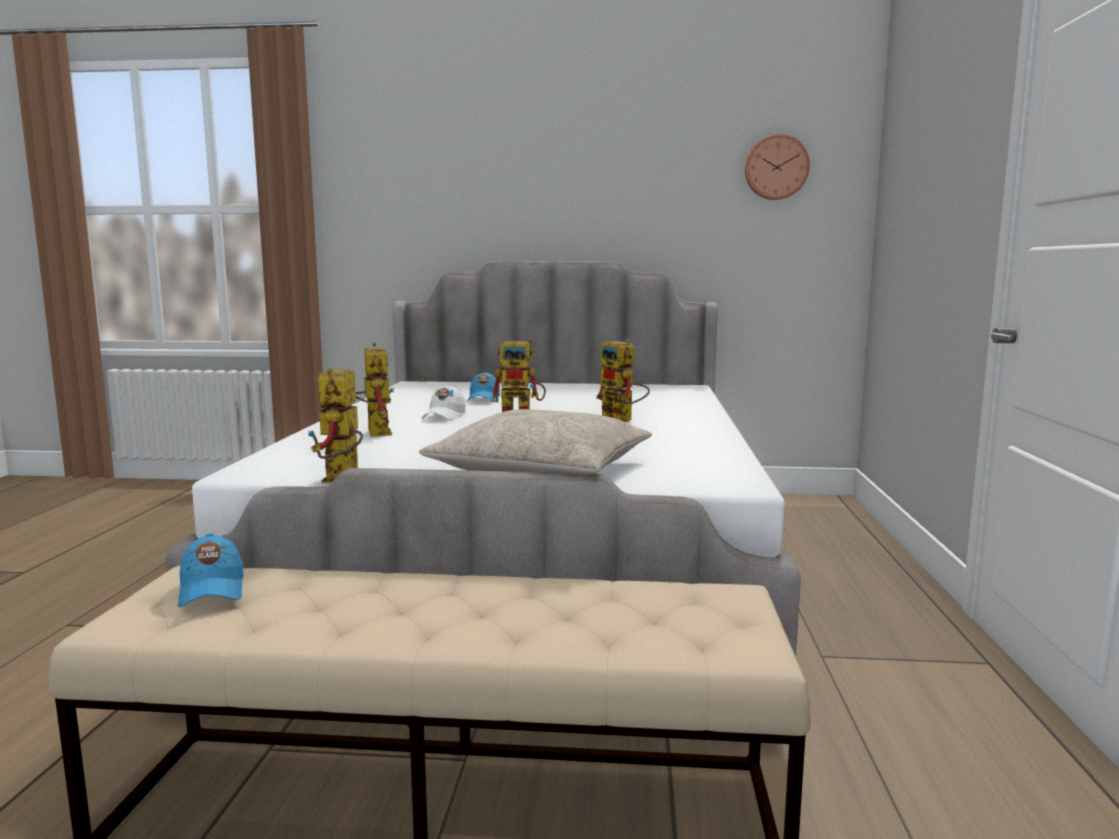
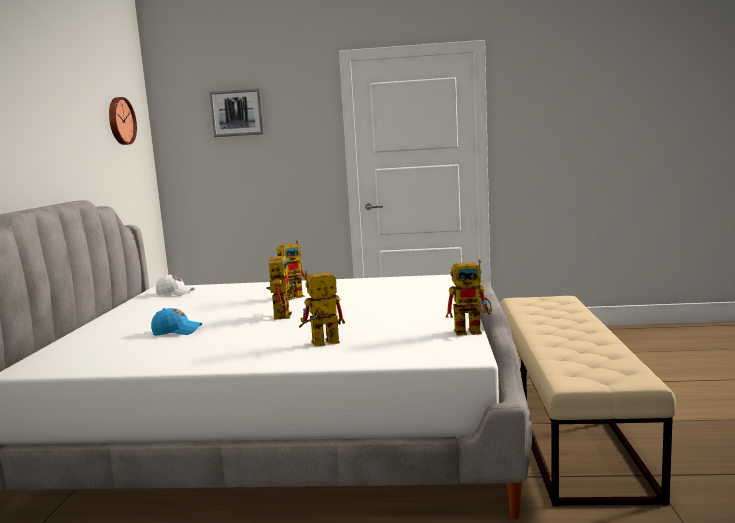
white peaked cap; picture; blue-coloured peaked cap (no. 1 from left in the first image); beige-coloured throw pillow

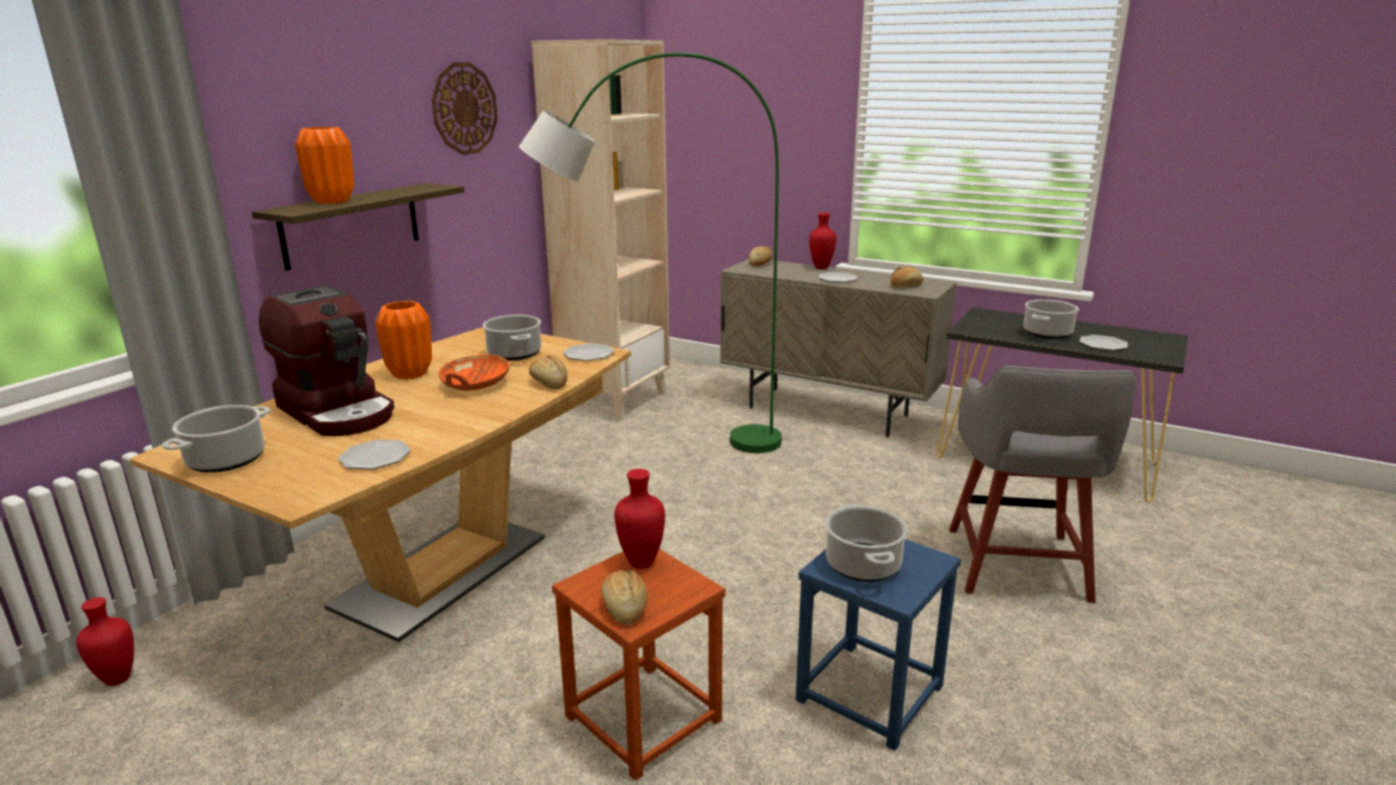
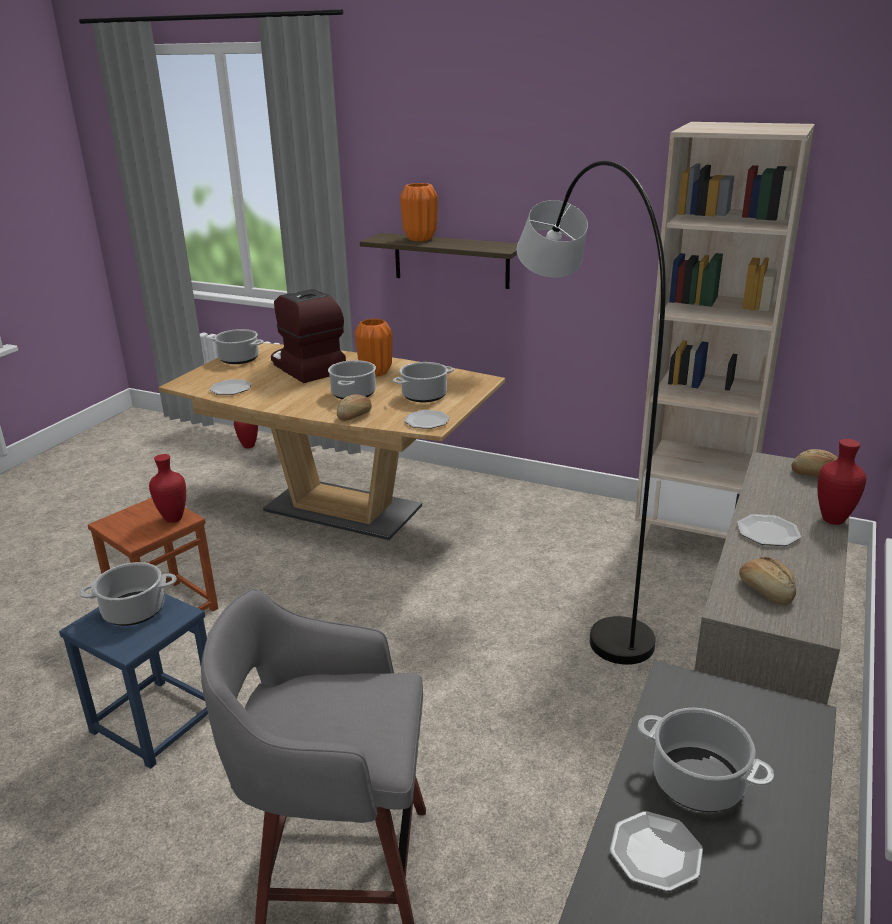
coffee maker; cooking pot (no. 3 from left); gray standard lamp; wall clock; baked bread (no. 2 from left in the first image)

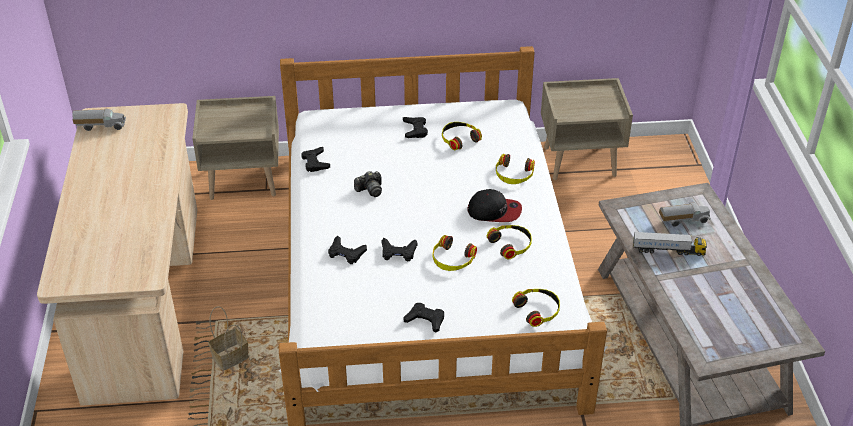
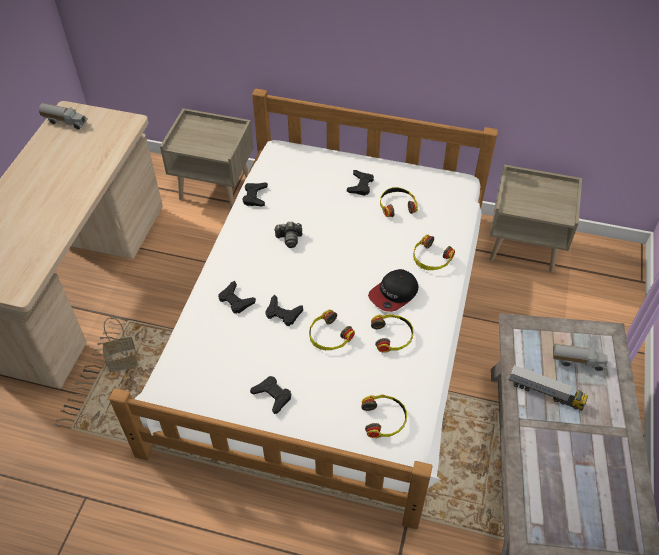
peaked cap

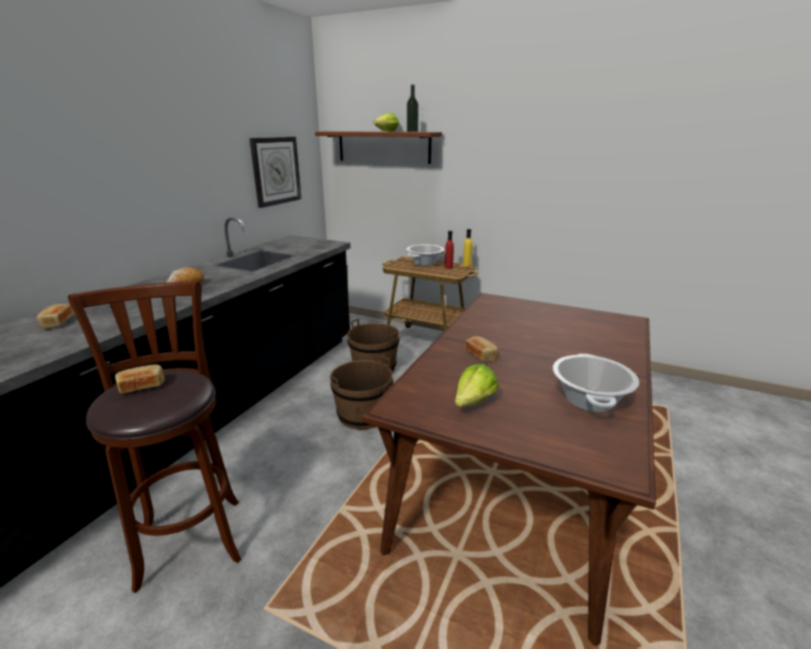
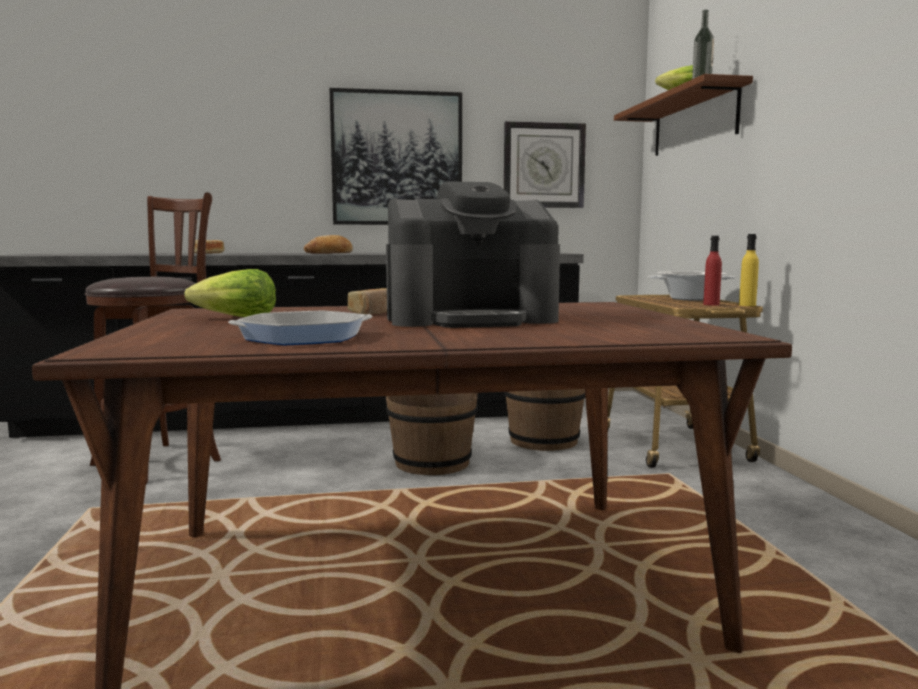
frying pan; picture; coffee maker; baked bread (no. 2 from left in the first image)

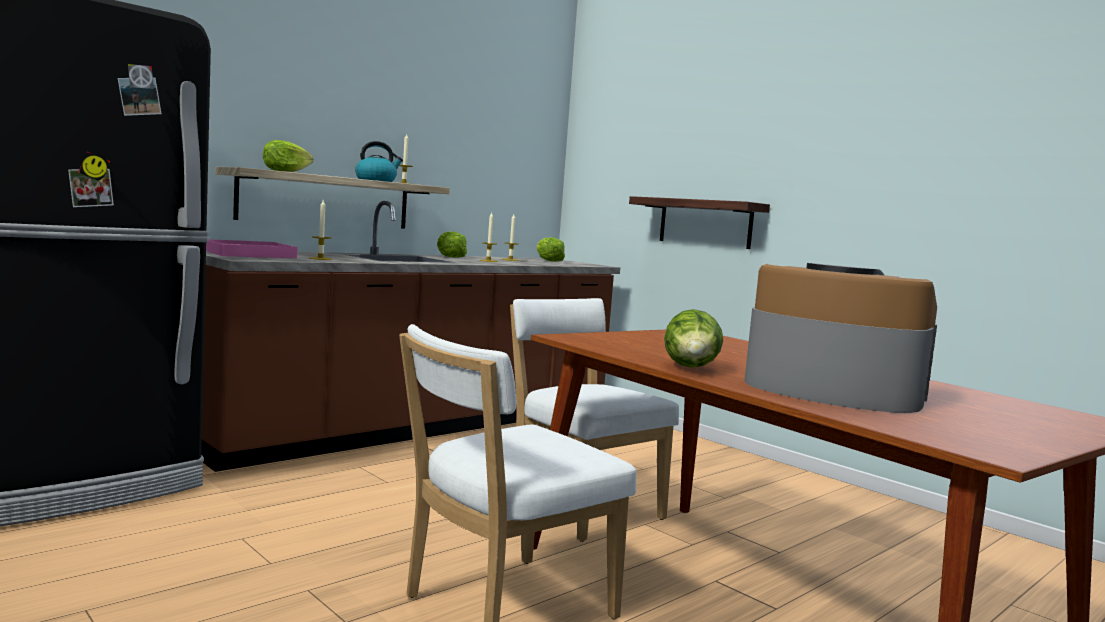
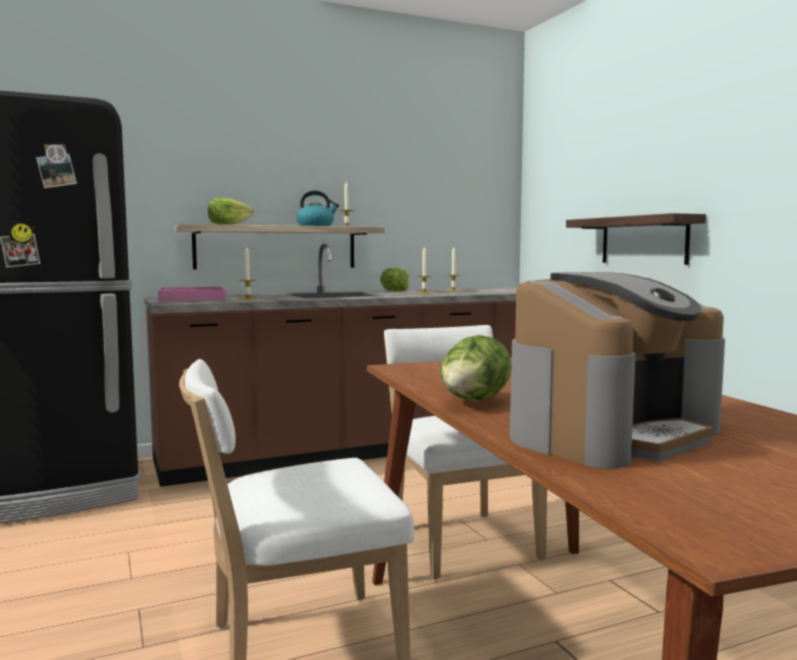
coffee maker; lettuce head (no. 3 from left in the first image)

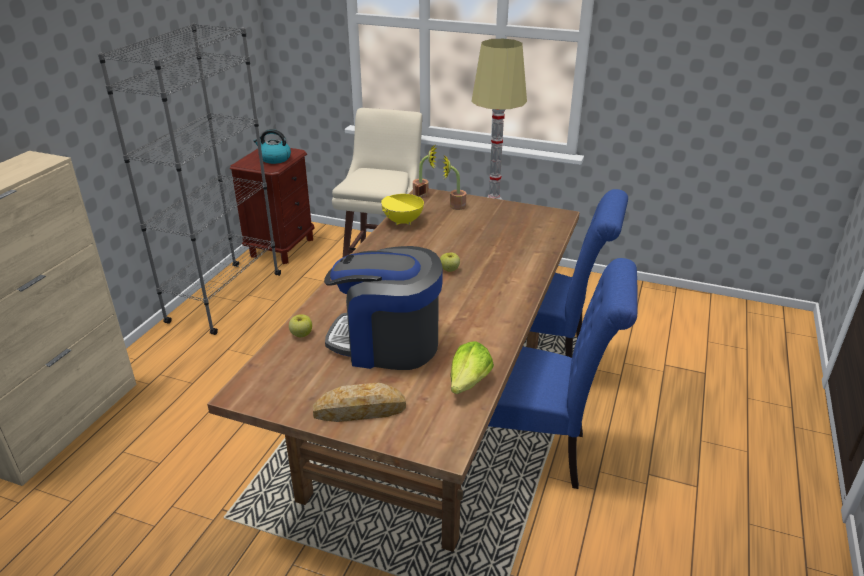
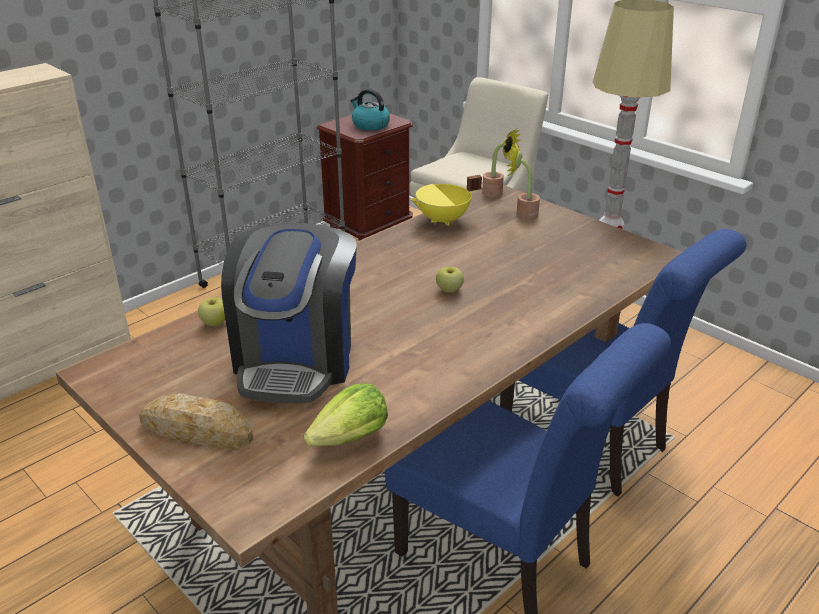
coffee maker

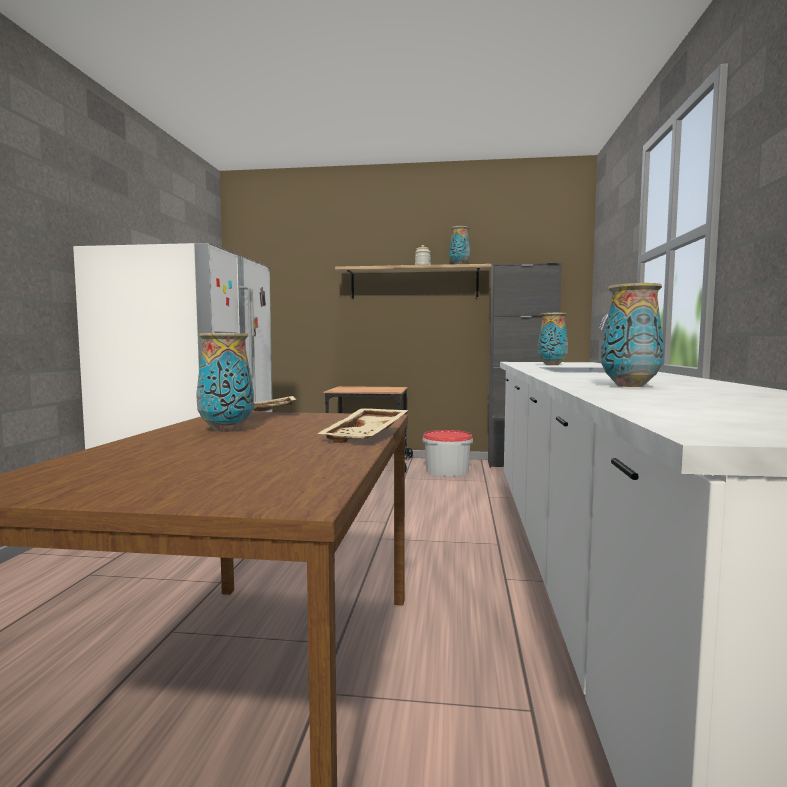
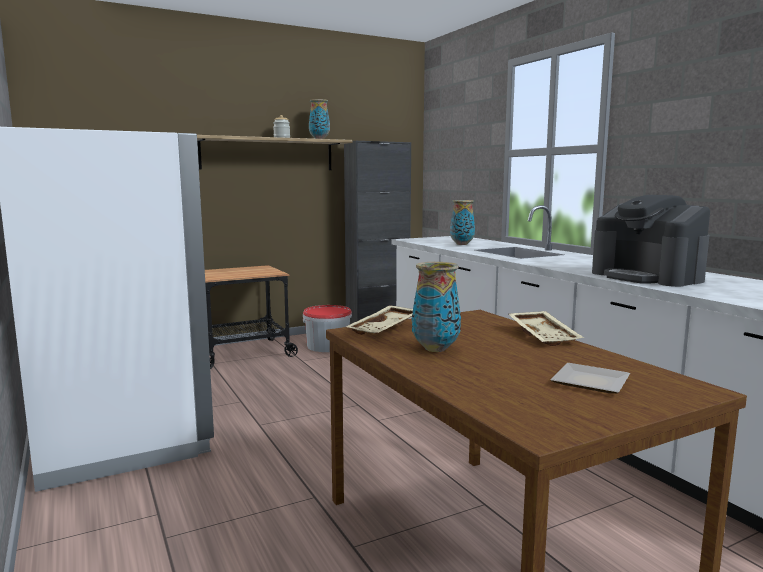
plate; coffee maker

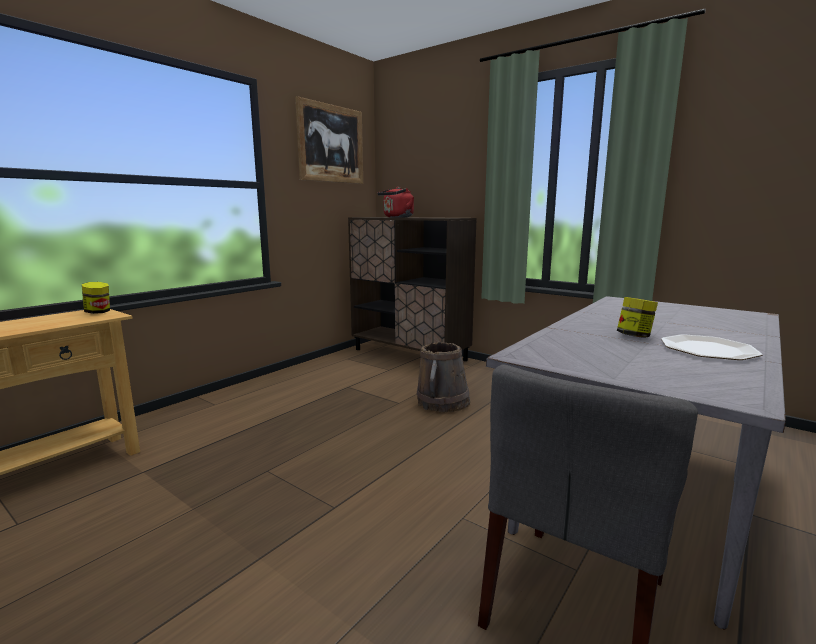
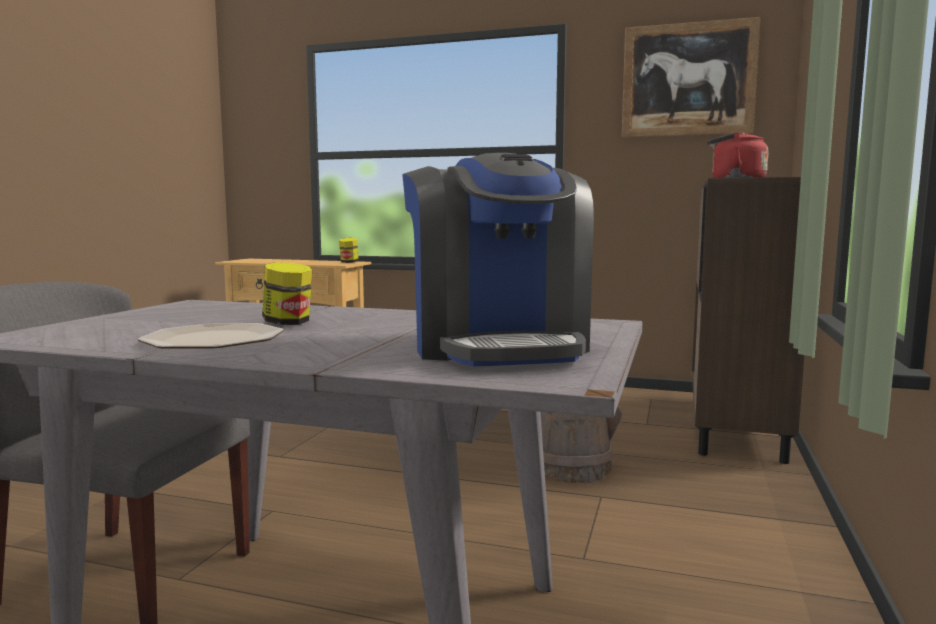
coffee maker

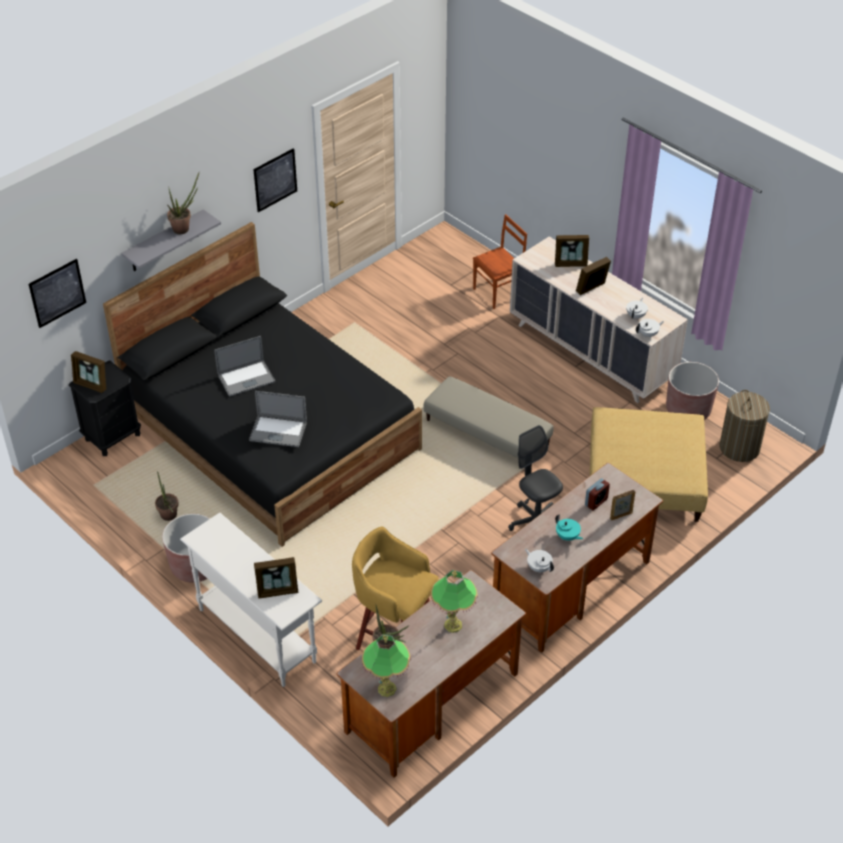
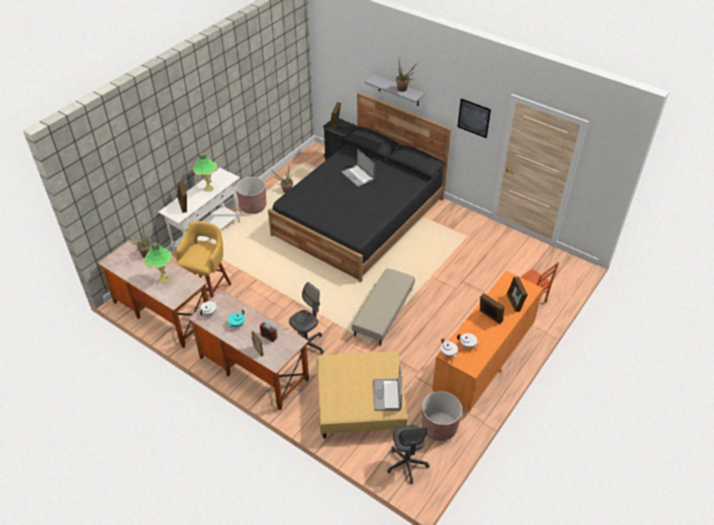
tabletop lamp (no. 2 from left); portable computer (no. 2 from left); gray office chair (no. 2 from left); orangey chest of drawers; picture (no. 1 from left in the first image)

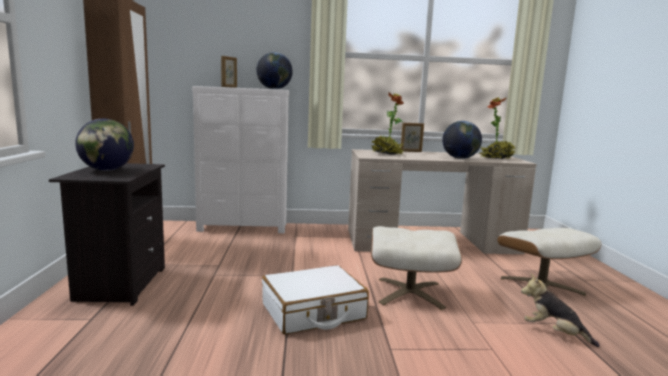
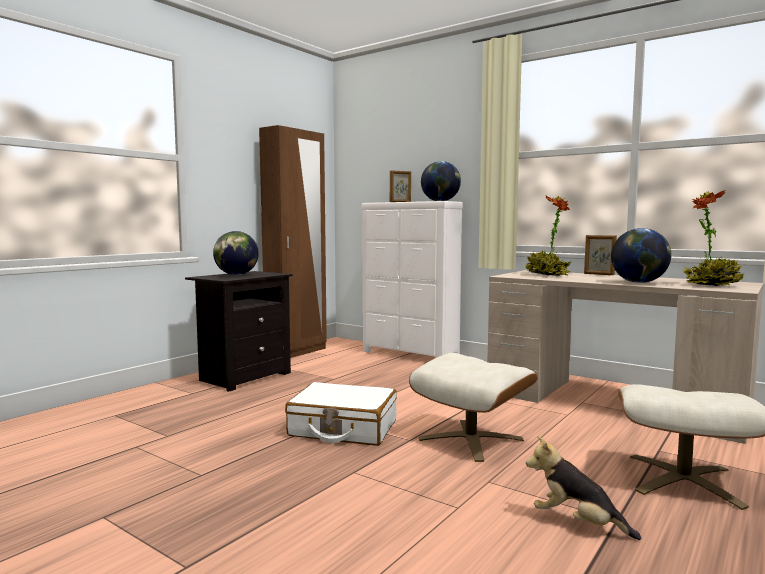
cuddly toy

